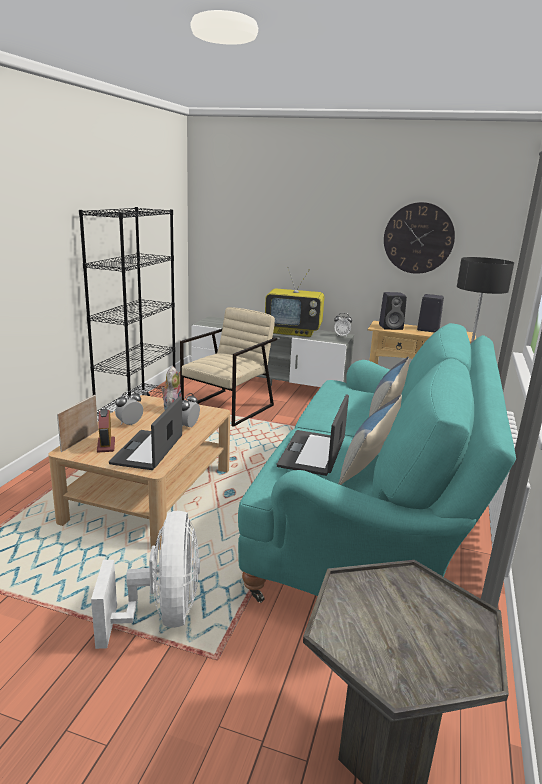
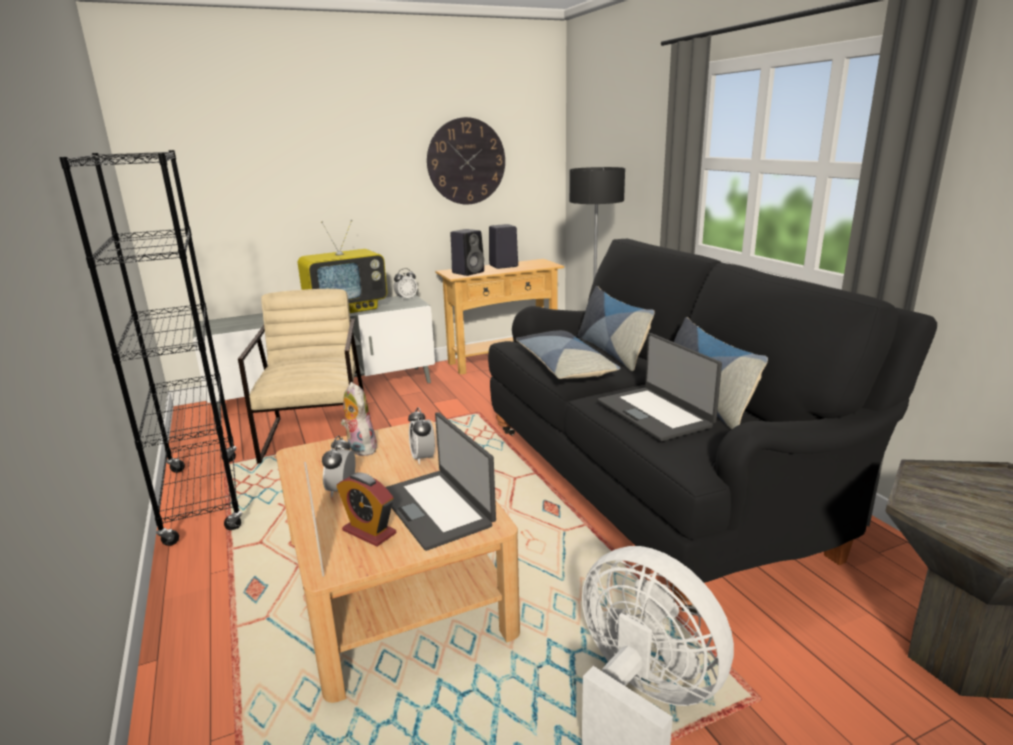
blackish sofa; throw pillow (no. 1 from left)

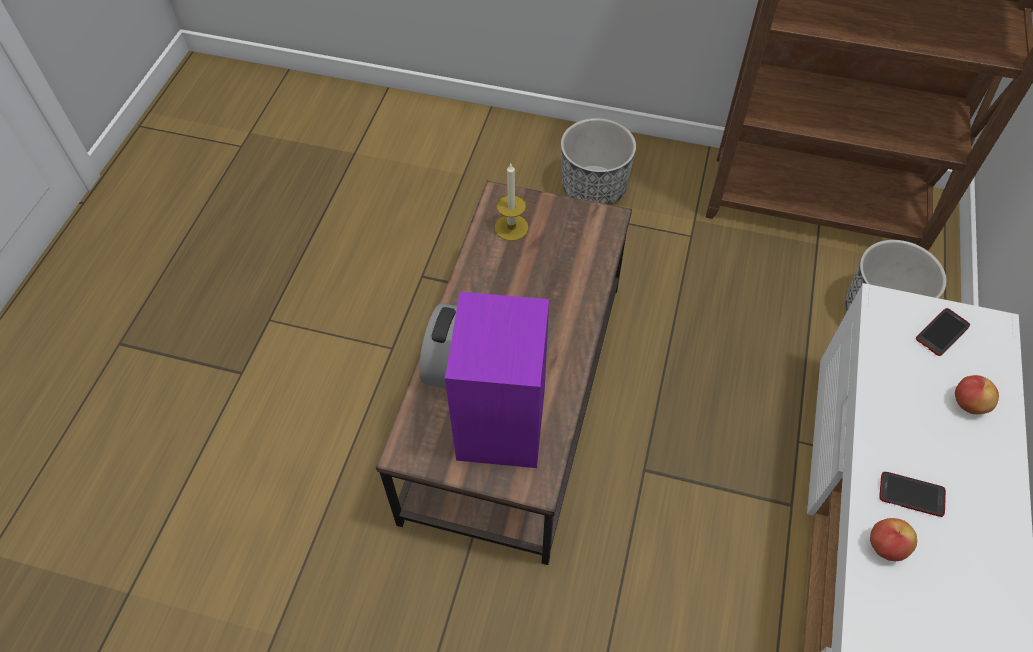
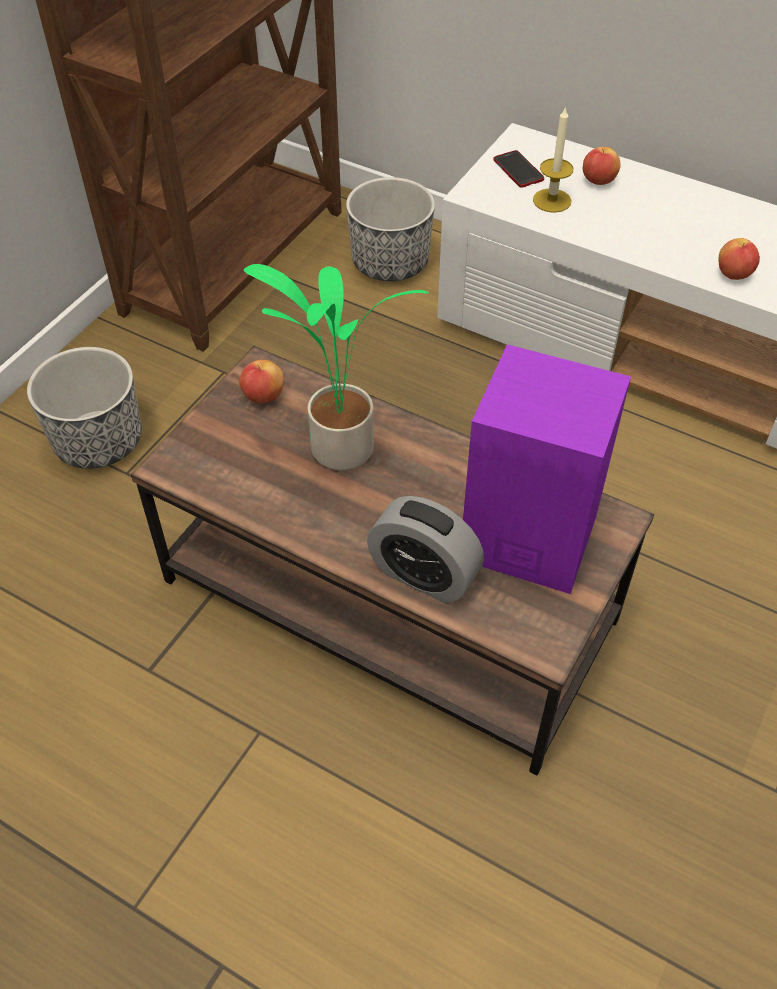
apple (no. 1 from left); houseplant; wax candle; phone (no. 1 from left in the first image)

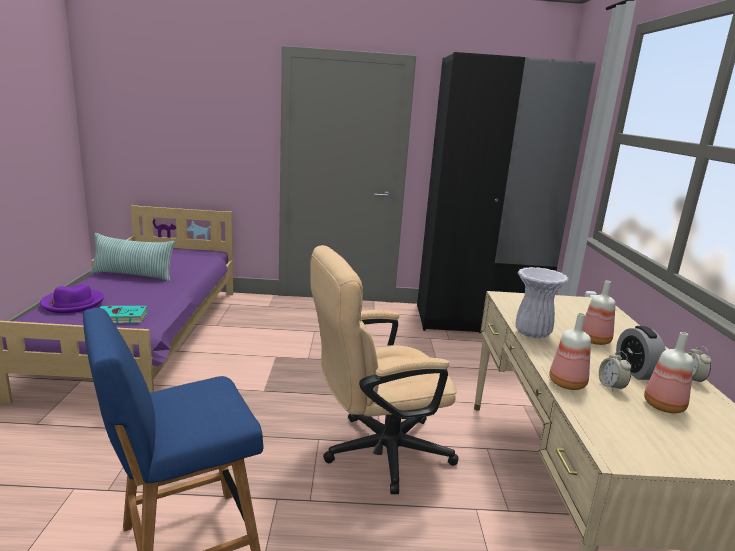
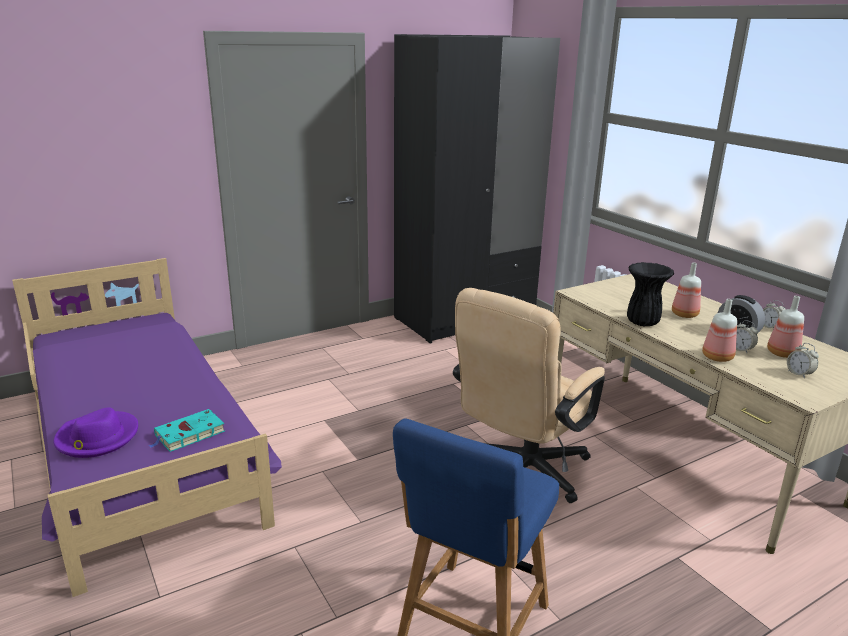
blackish decorative vase; alarm clock (no. 4 from left); throw pillow

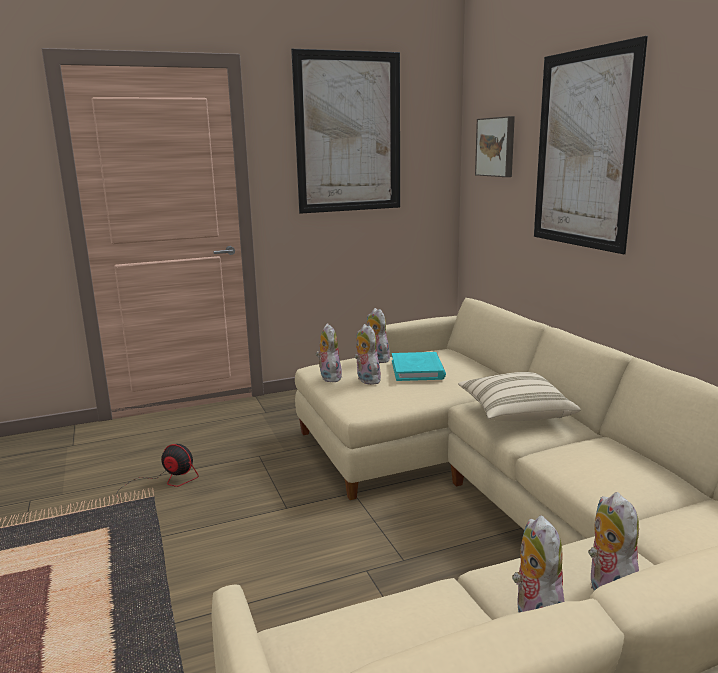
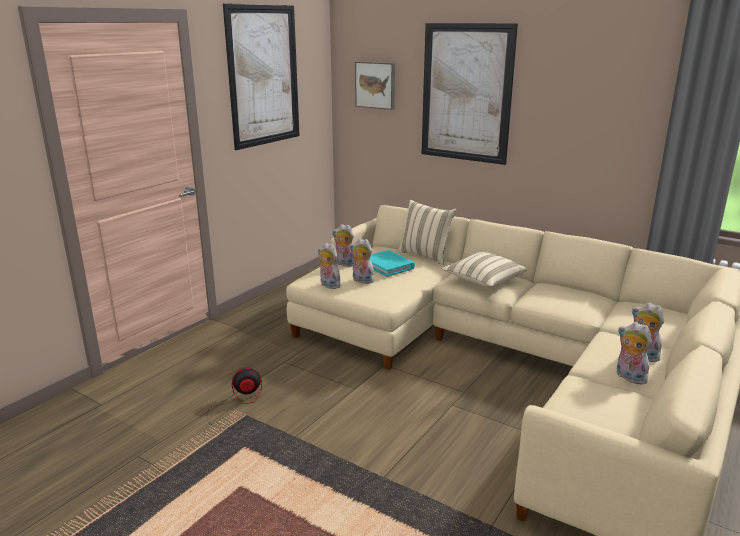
beige-coloured throw pillow (no. 1 from left)

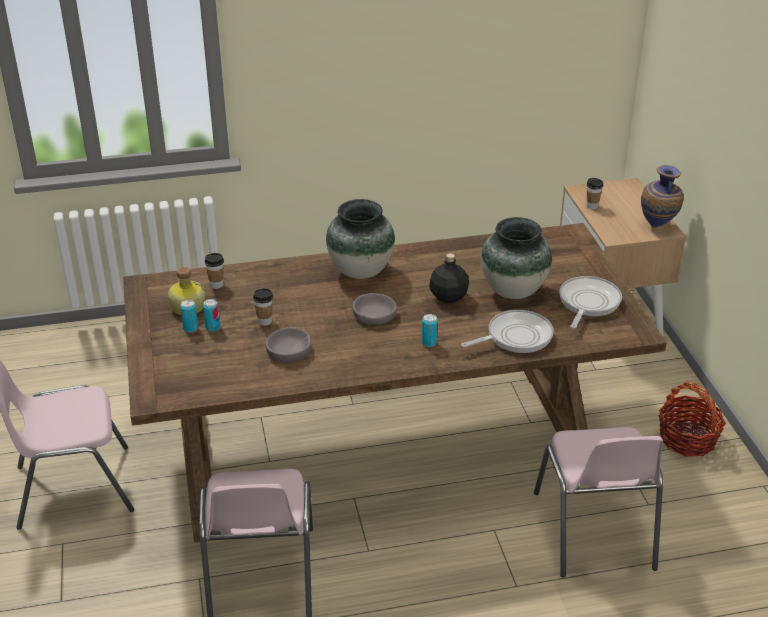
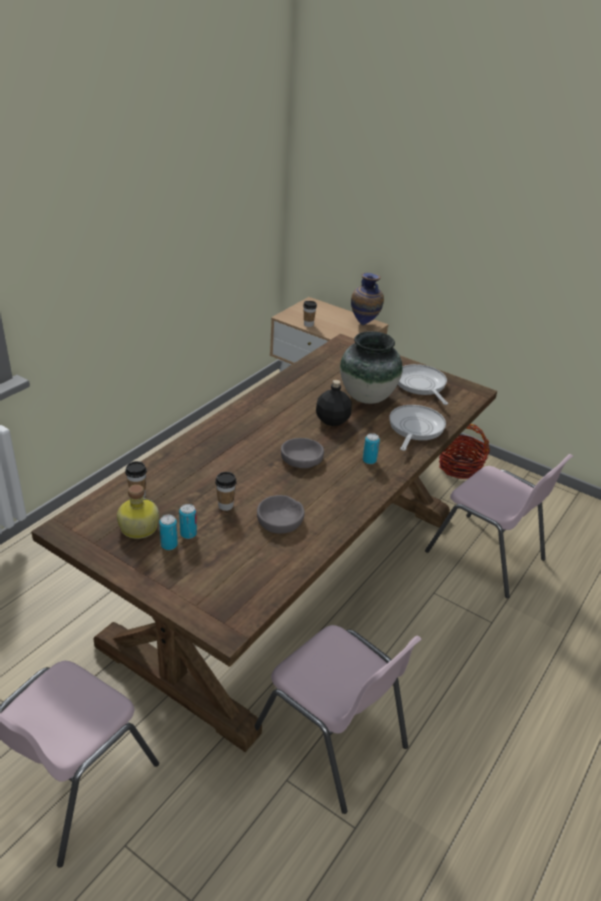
decorative vase (no. 1 from left in the first image)

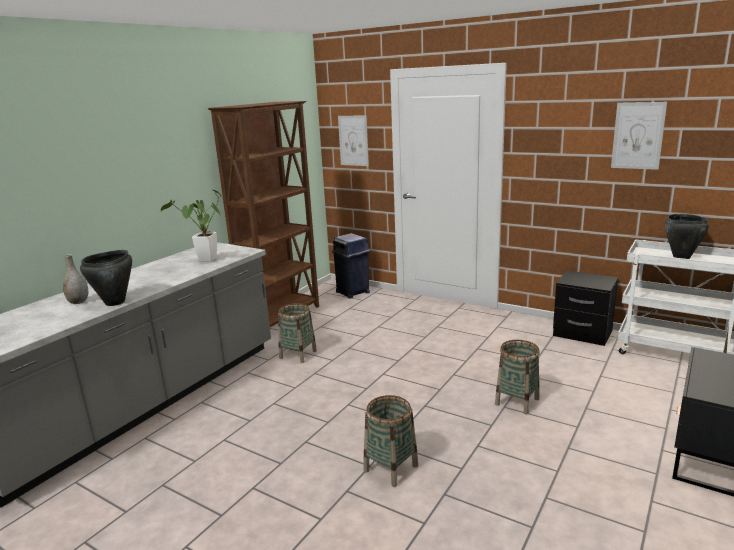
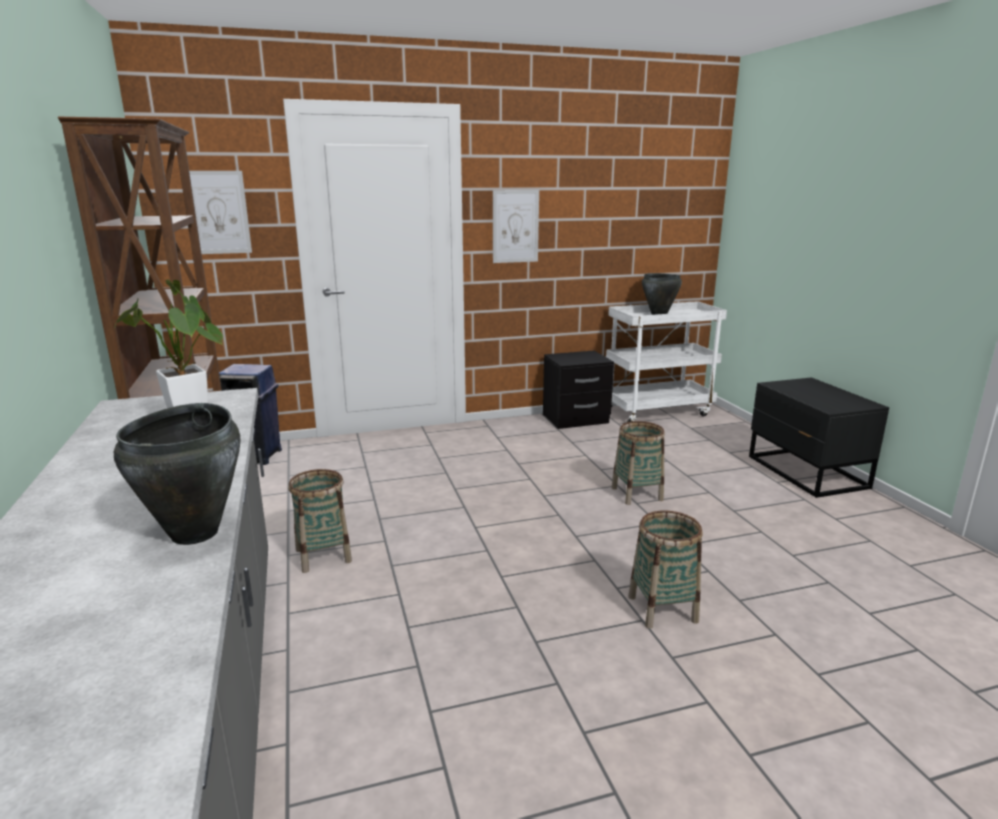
picture (no. 2 from left); gray decorative vase

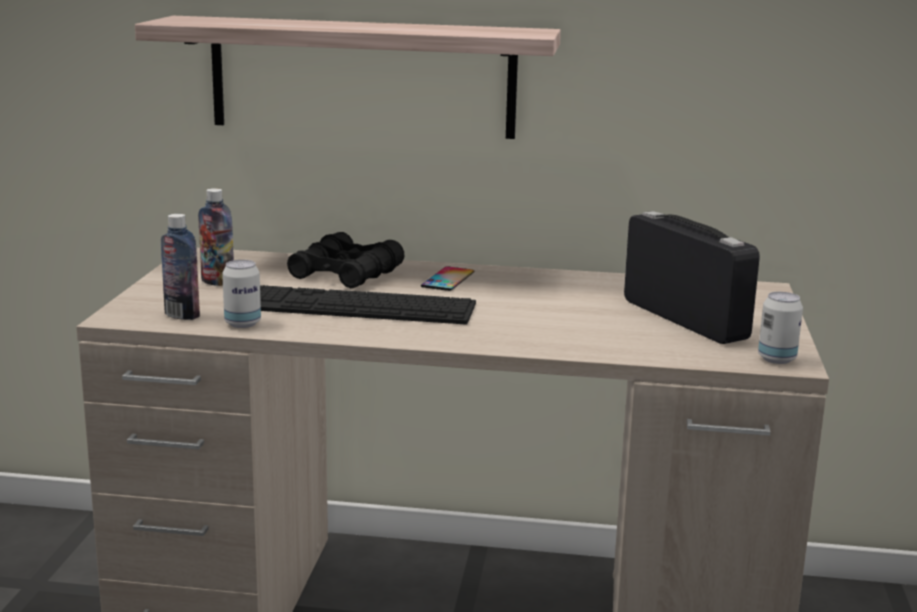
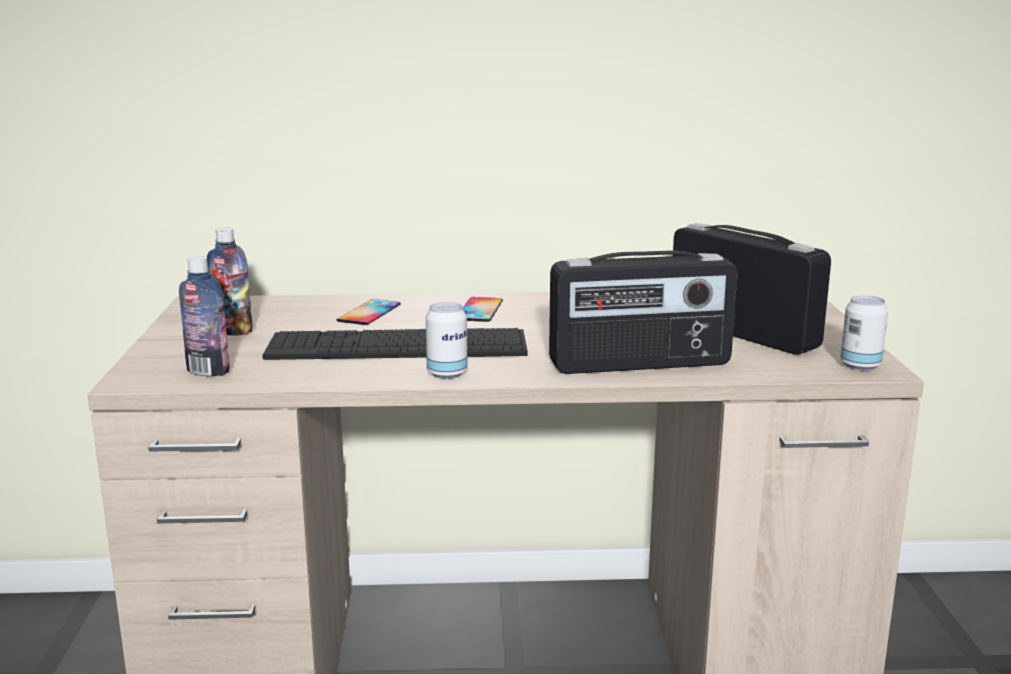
phone (no. 1 from left); sealed can (no. 1 from left); radio receiver (no. 1 from left); bracket shelf

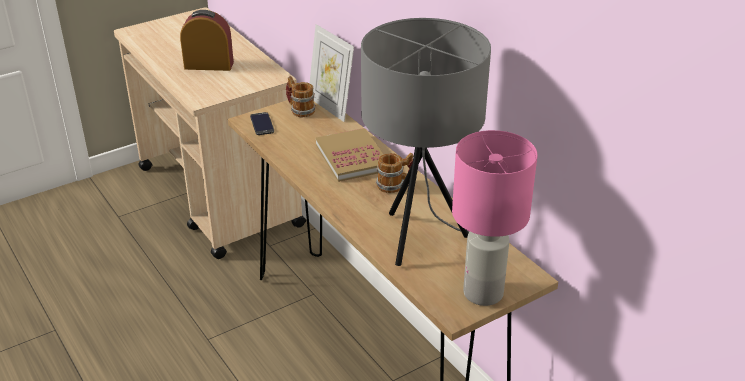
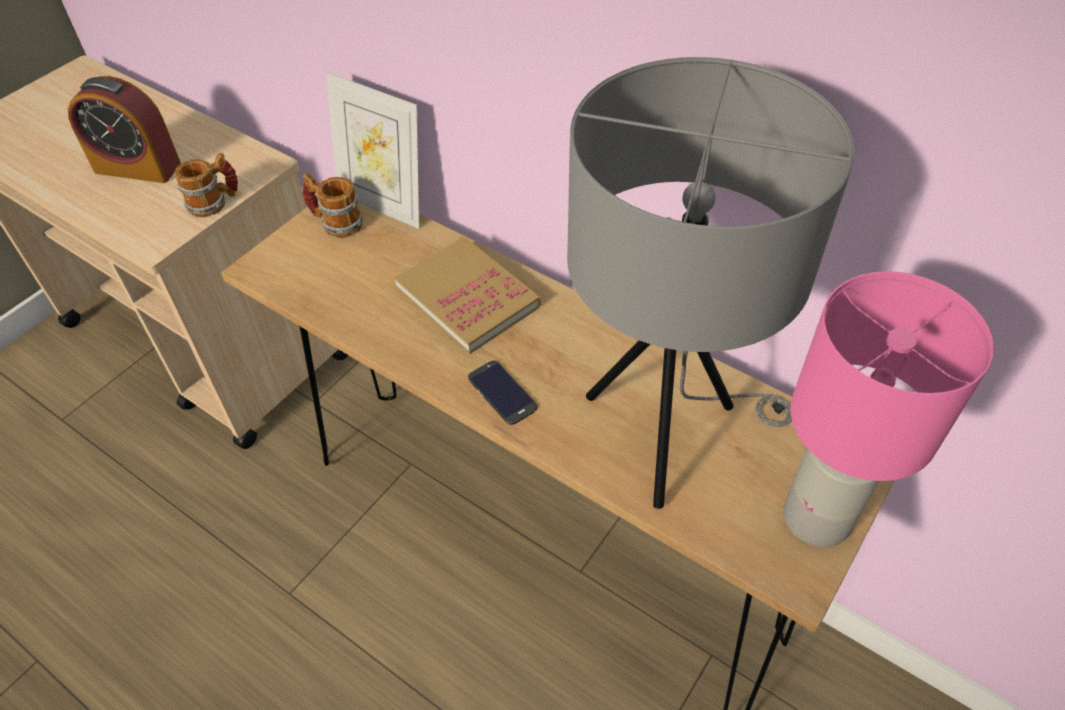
alarm clock; mug (no. 1 from left); phone

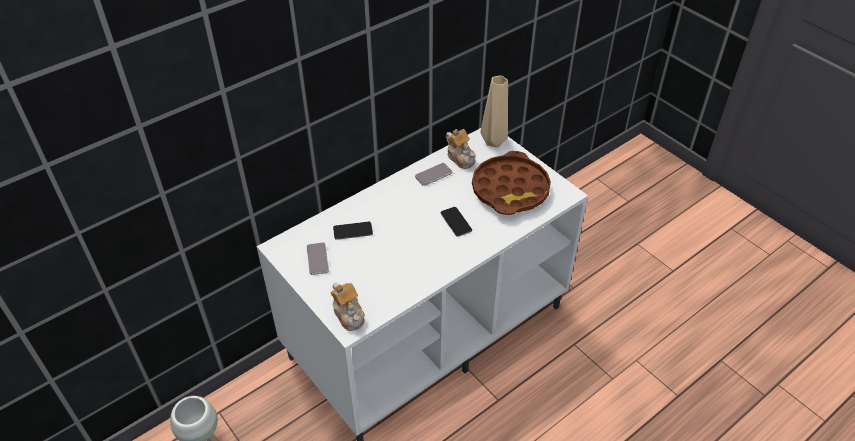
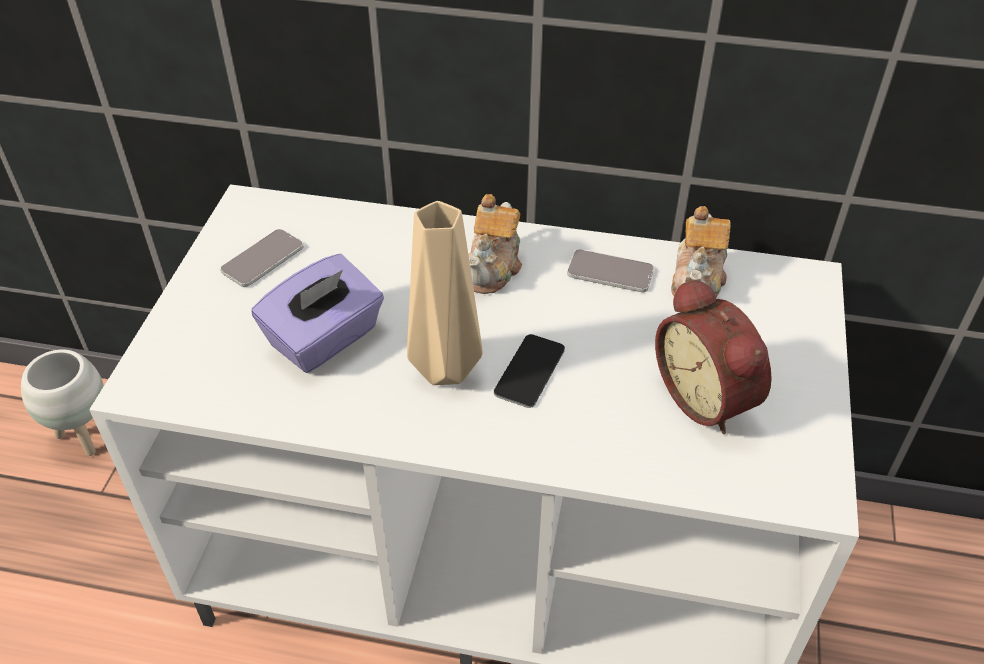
purple-coloured tissue box; beige-coloured decorative vase; teapot (no. 1 from left); alarm clock; phone (no. 2 from left in the first image)

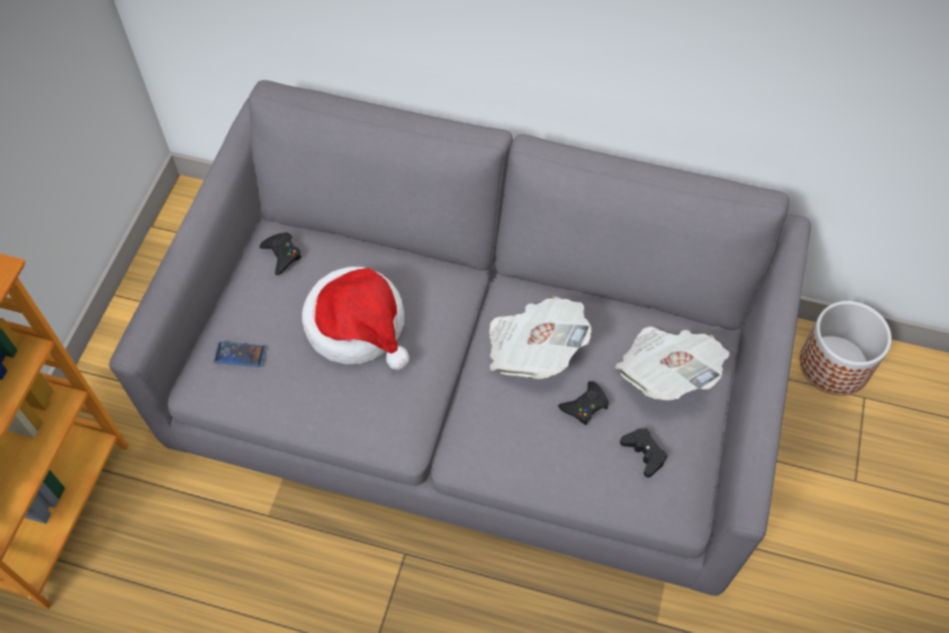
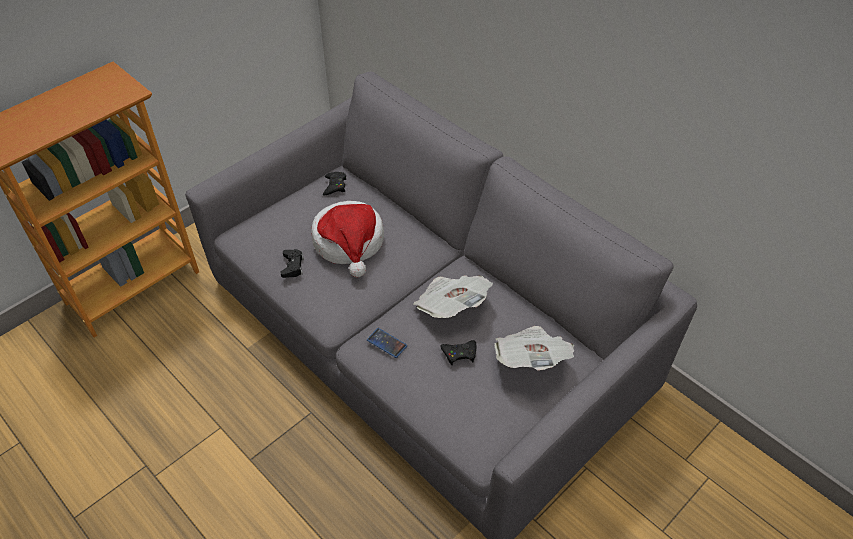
blackish game controller (no. 1 from left); phone; plant pot

